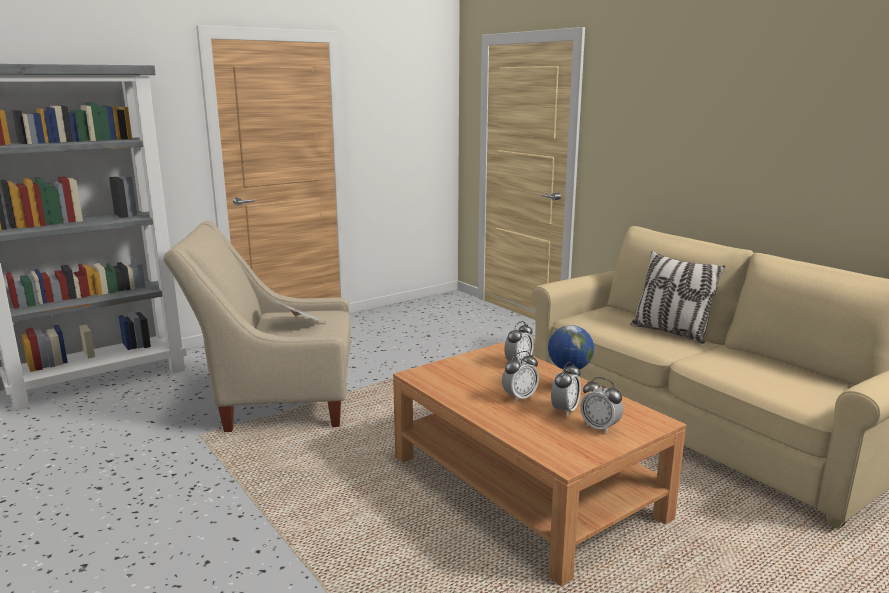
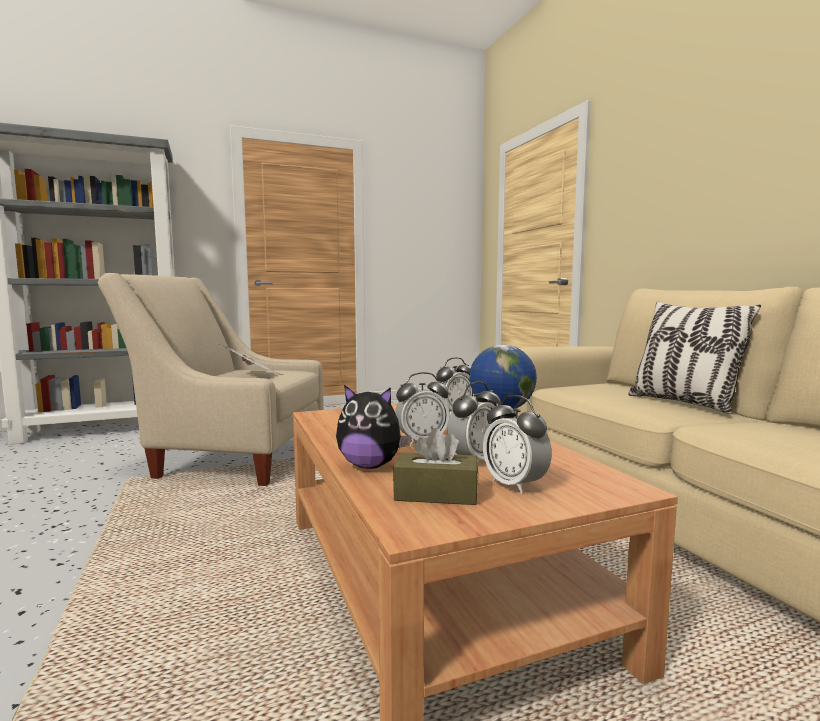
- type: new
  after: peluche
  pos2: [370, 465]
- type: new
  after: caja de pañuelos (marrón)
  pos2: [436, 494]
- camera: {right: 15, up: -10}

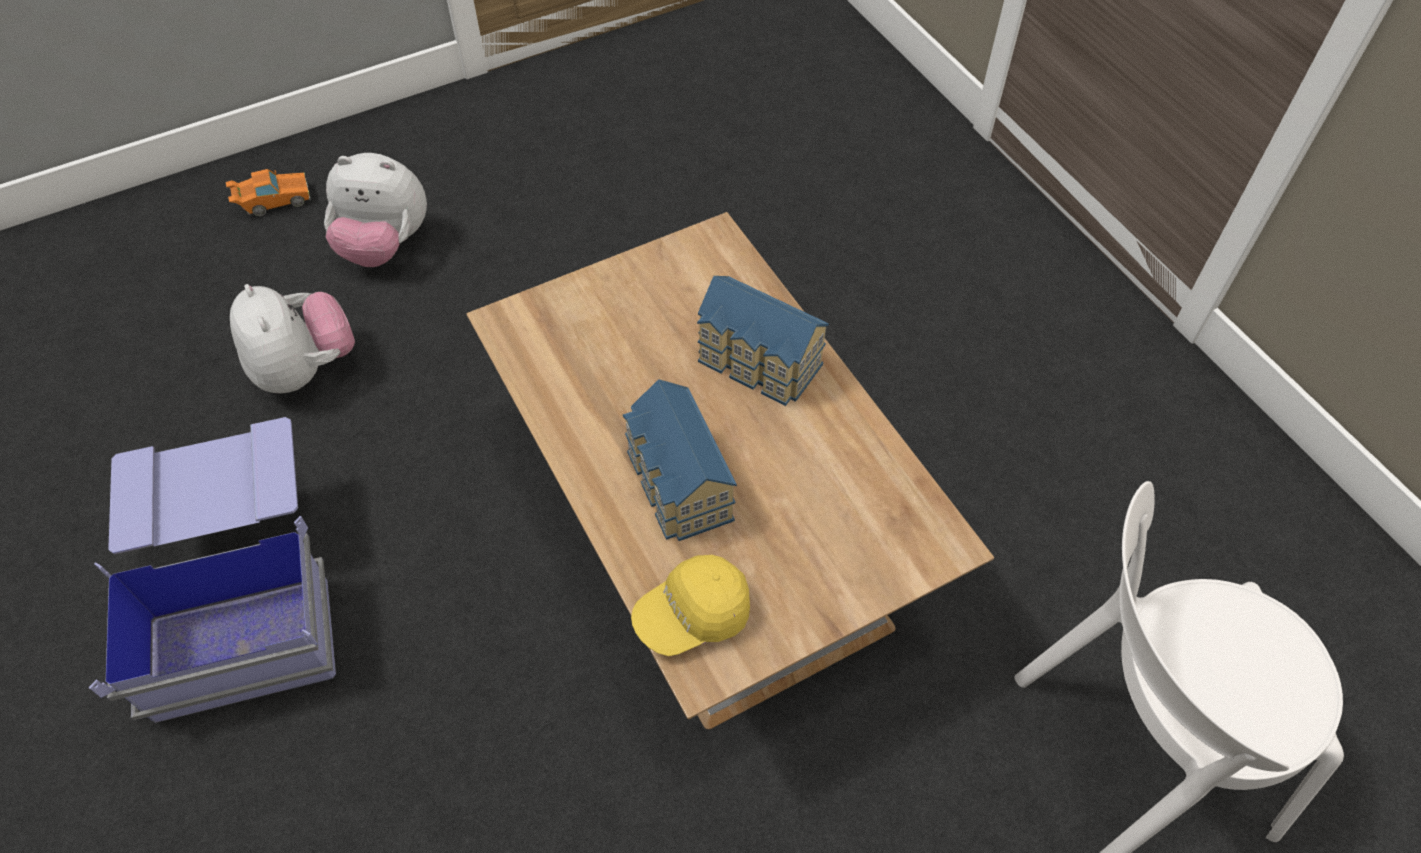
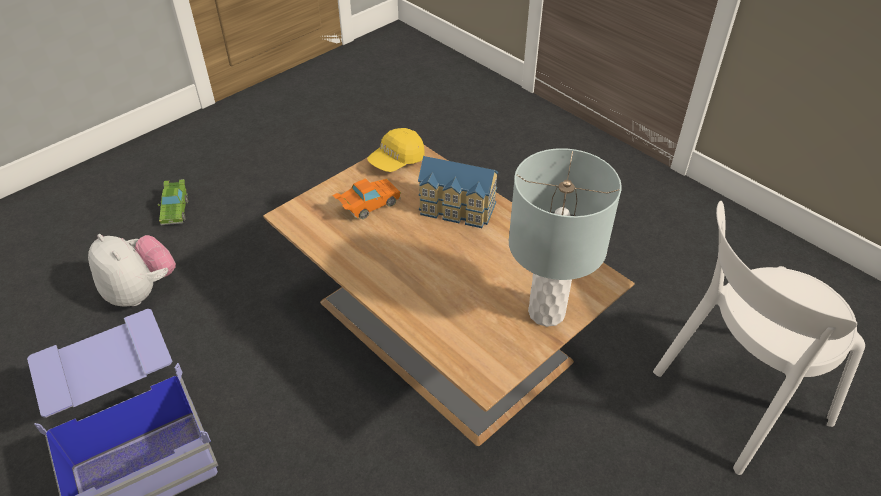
- type: shifted
  before: coche de juguete (naranja)
  pos1: [273, 201]
  pos2: [368, 206]
- type: swapped
  before: peluche
  after: coche de juguete (verde)
  pos1: [385, 245]
  pos2: [175, 209]
- type: gone
  before: casita
  pos1: [676, 485]
- type: shifted
  before: gorra (amarillo)
  pos1: [692, 615]
  pos2: [396, 161]
- type: new
  after: lámpara de mesa (gris)
  pos2: [546, 312]
- camera: {right: -15, up: -10}

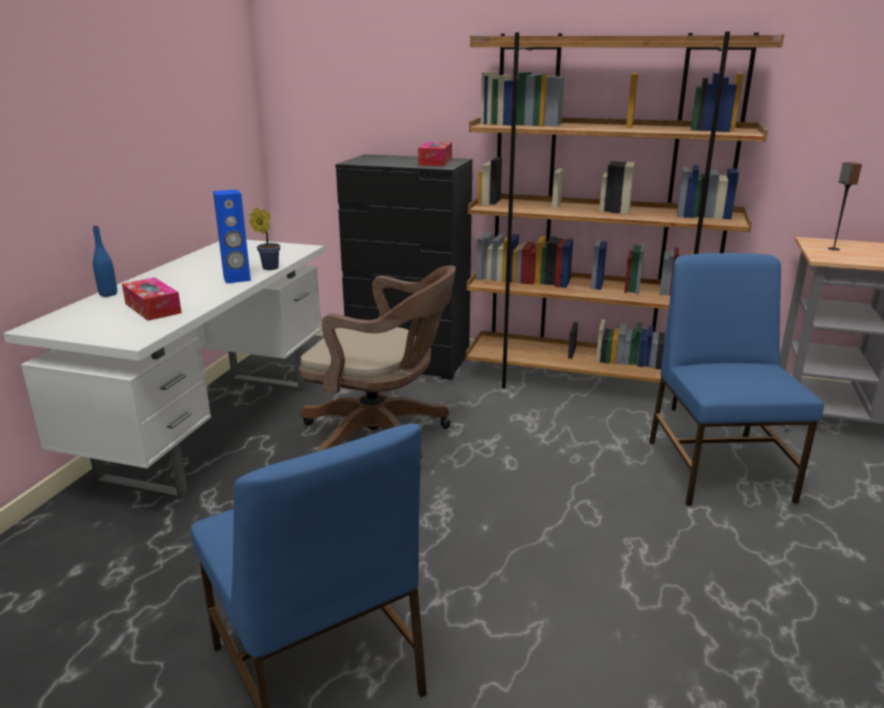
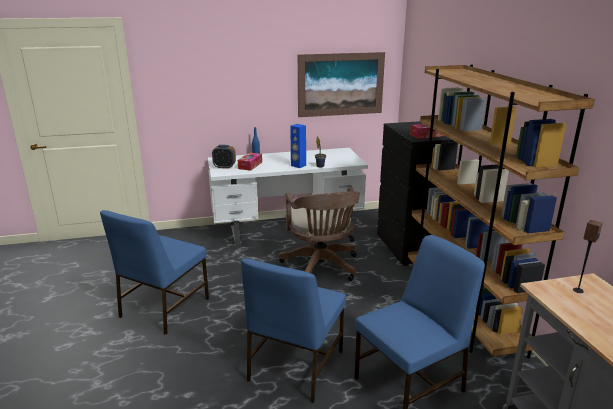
- type: new
  after: despertador
  pos2: [224, 167]
- type: new
  after: silla (azul)
  pos2: [294, 366]
- type: new
  after: cuadro
  pos2: [341, 84]
- camera: {right: 60, up: 0}

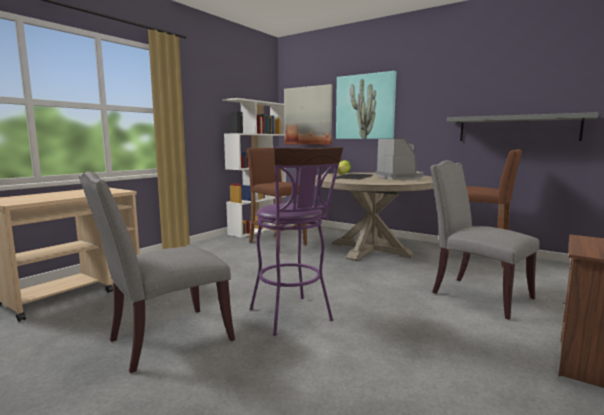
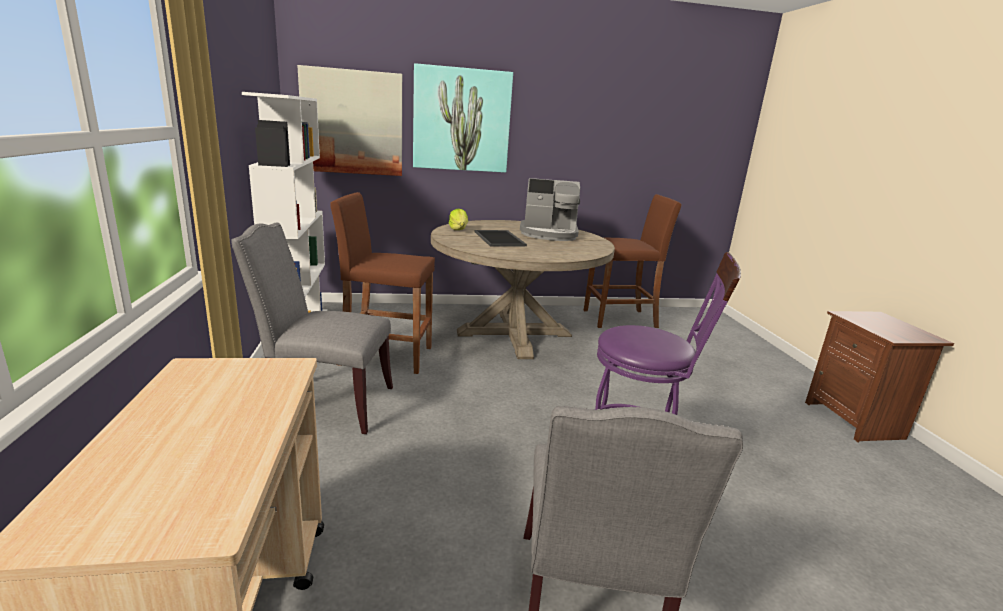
- type: rotated
  before: cafetera
  pos1: [400, 177]
  pos2: [549, 234]
  turn: 150
- type: shifted
  before: silla (gris)
  pos1: [476, 295]
  pos2: [325, 403]
- type: gone
  before: estante (gris)
  pos1: [517, 128]
- camera: {right: -45, up: 10}

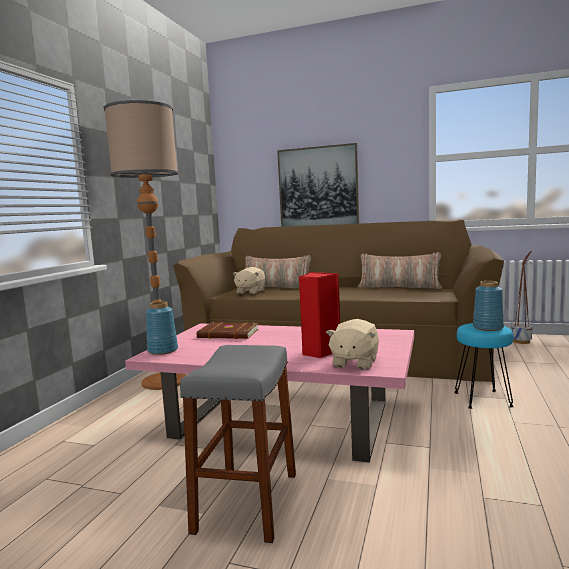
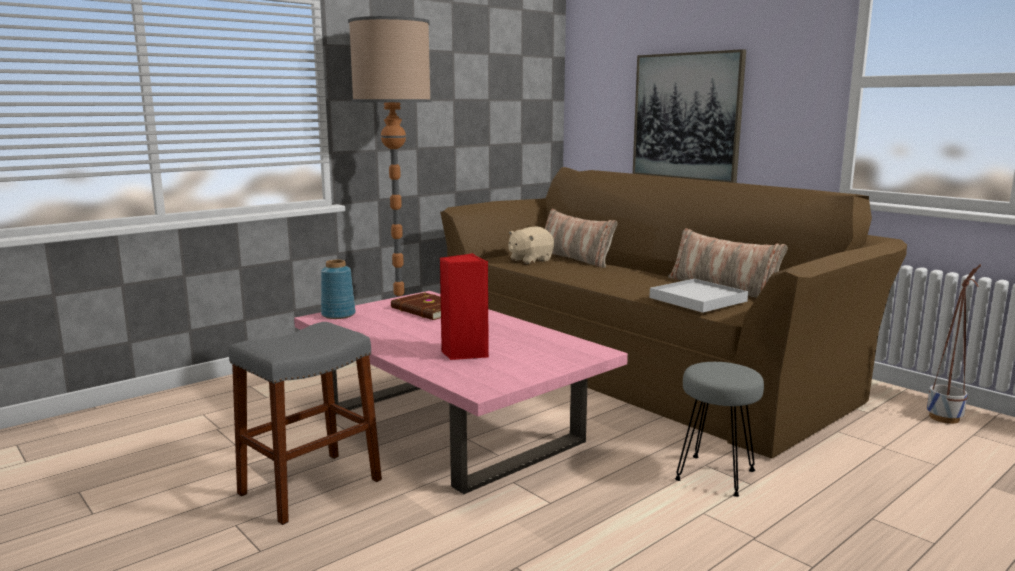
- type: gone
  before: peluche (beis)
  pos1: [354, 362]
- type: repainted
  before: taburete (turquesa)
  after: taburete (gris)
  pos1: [483, 399]
  pos2: [716, 476]
- type: gone
  before: florero (azul)
  pos1: [487, 327]
- type: new
  after: bandeja (blanco)
  pos2: [697, 299]
- camera: {right: 30, up: 5}

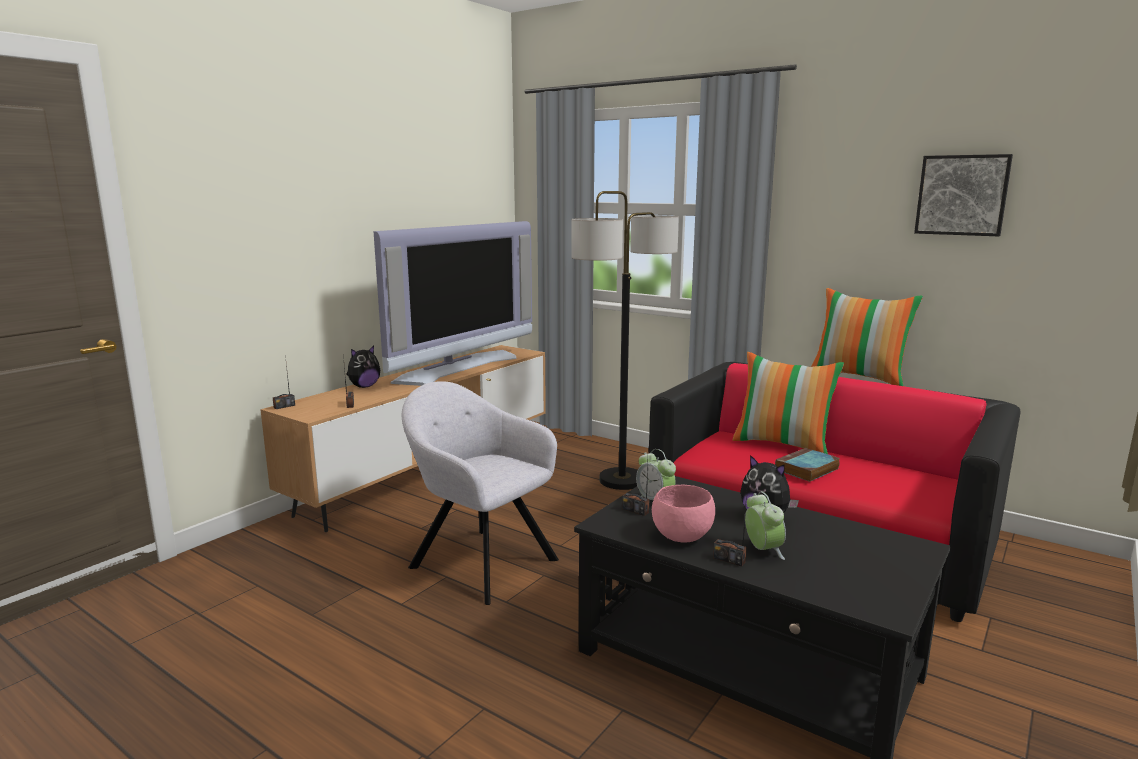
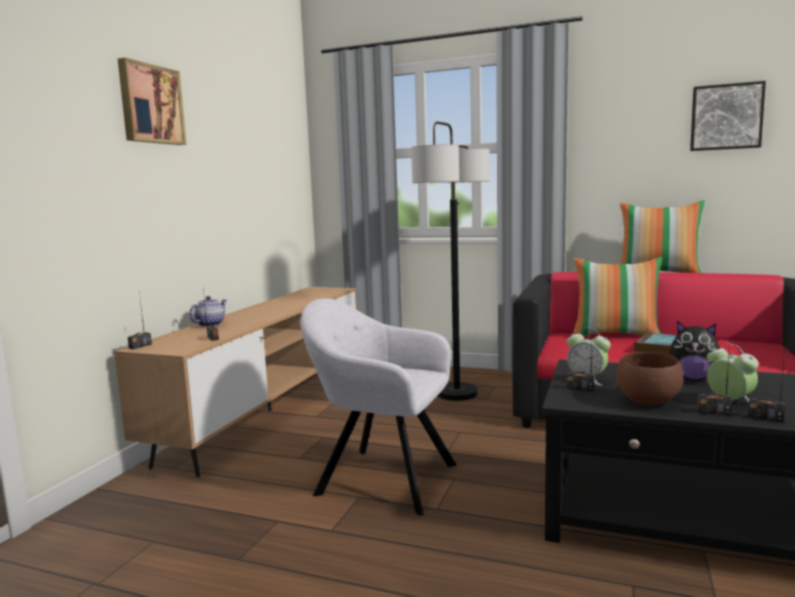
- type: swapped
  before: peluche
  after: tetera
  pos1: [364, 386]
  pos2: [210, 324]
- type: gone
  before: televisor
  pos1: [457, 367]
- type: repainted
  before: cuenco (rosa)
  after: cuenco (marrón)
  pos1: [682, 536]
  pos2: [648, 401]
- type: new
  after: cuadro
  pos2: [150, 104]
- type: new
  after: radio
  pos2: [765, 418]
- camera: {right: -15, up: -5}

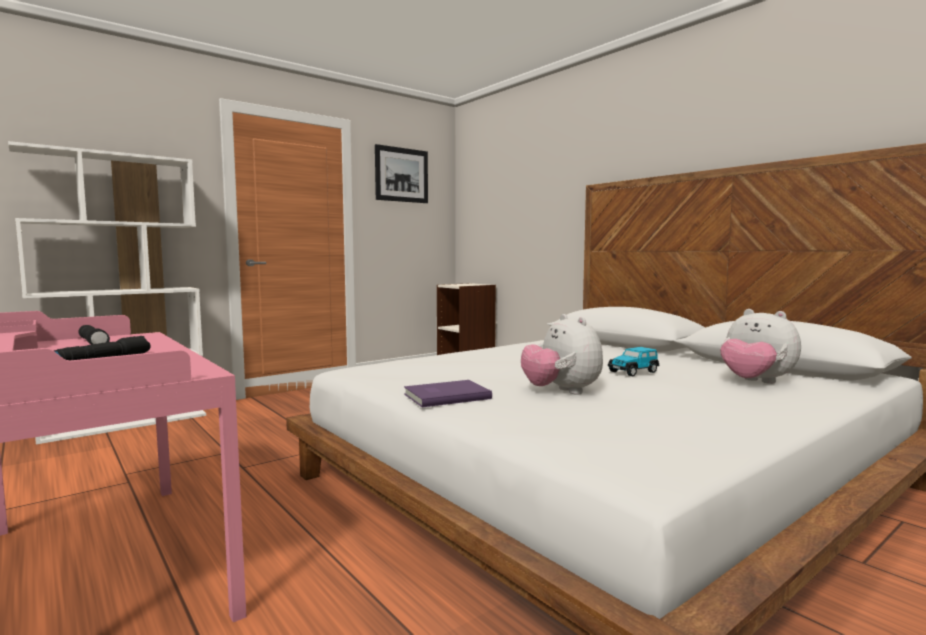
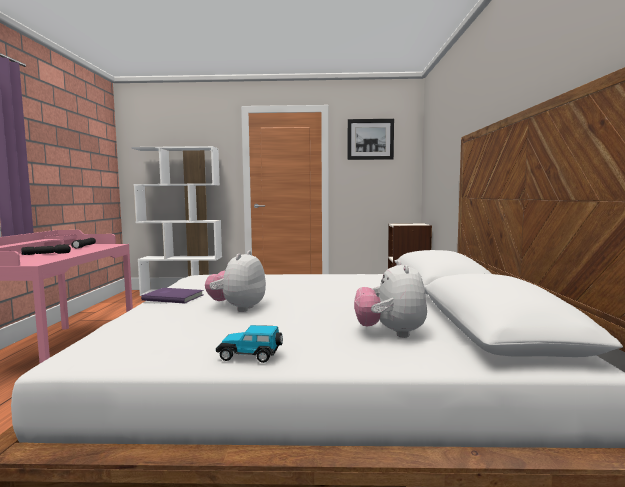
- type: shifted
  before: coche de juguete
  pos1: [634, 372]
  pos2: [250, 355]
- camera: {right: 40, up: 0}

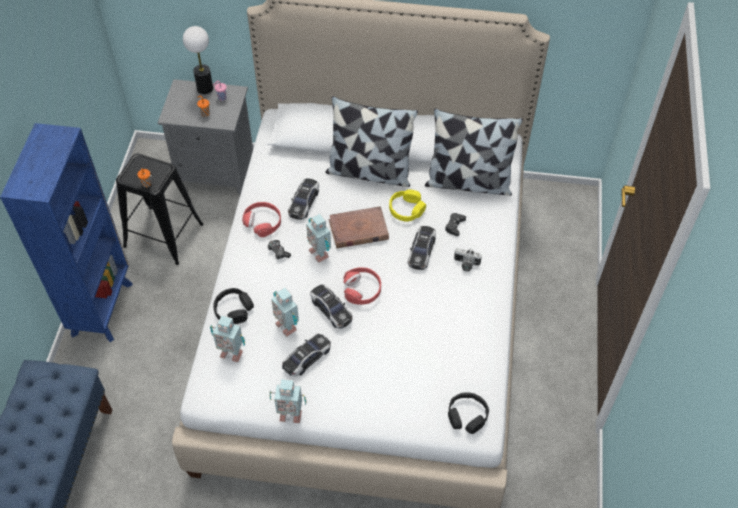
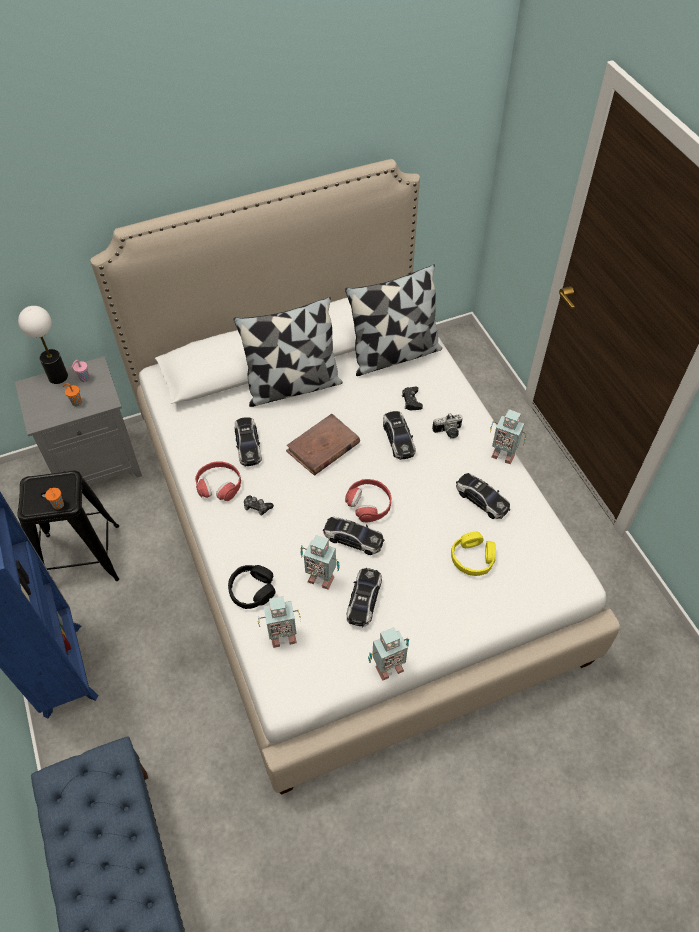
- type: shifted
  before: robot de juguete
  pos1: [319, 252]
  pos2: [502, 454]
- type: shifted
  before: auriculares (amarillo)
  pos1: [406, 209]
  pos2: [473, 558]
- type: gone
  before: auriculares (negro)
  pos1: [467, 416]
- type: new
  after: coche de juguete
  pos2: [481, 499]
- camera: {right: -30, up: 0}

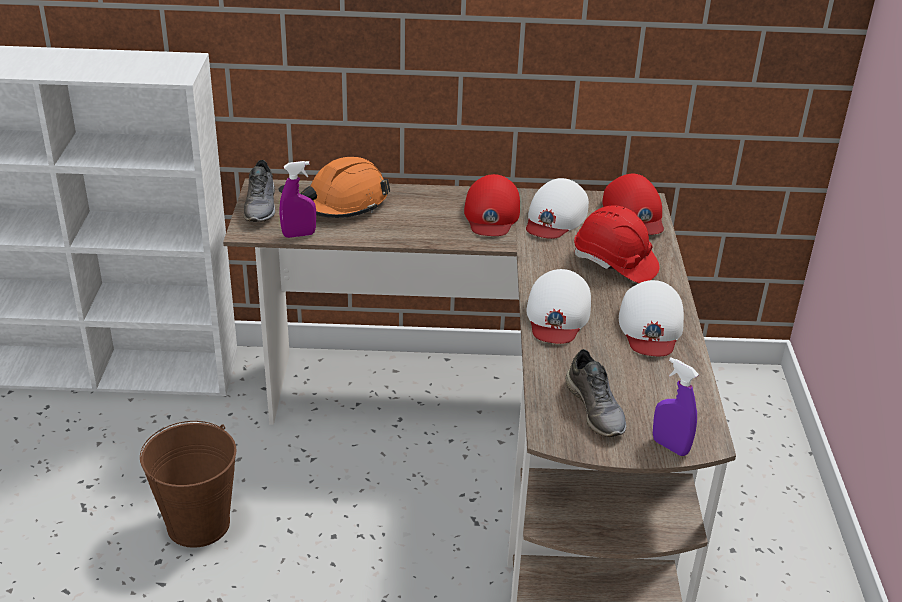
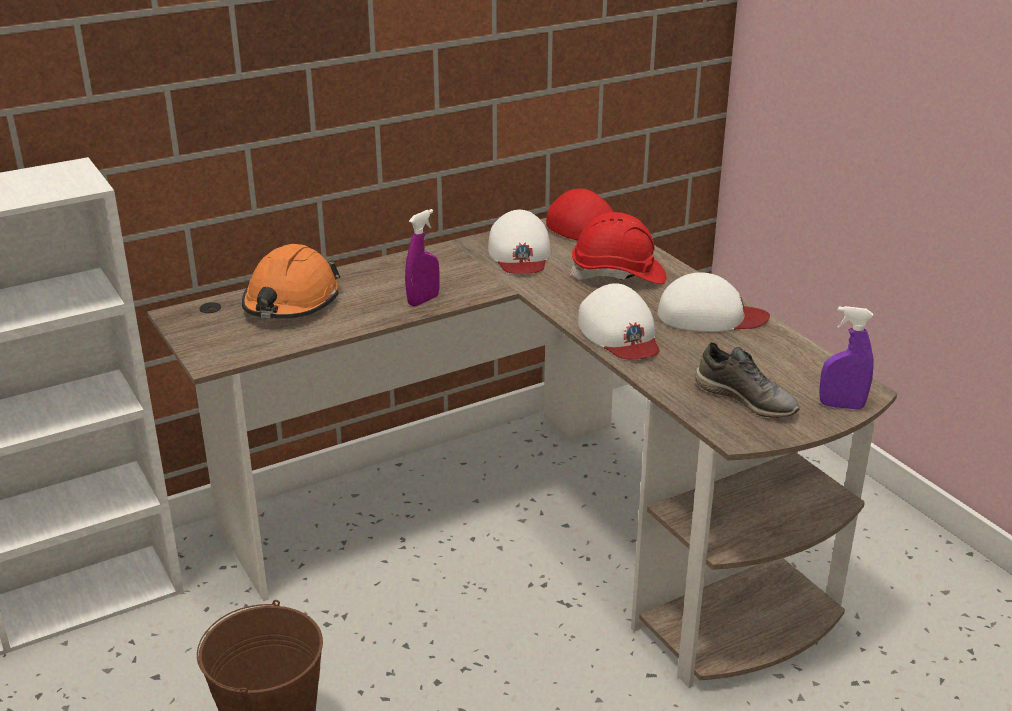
- type: gone
  before: zapato (gris)
  pos1: [261, 206]
- type: shifted
  before: pulverizador (morado)
  pos1: [299, 235]
  pos2: [423, 300]
- type: gone
  before: gorra (rojo)
  pos1: [491, 214]
- type: rotated
  before: gorra (blanco)
  pos1: [650, 326]
  pos2: [710, 316]
  turn: -60
- camera: {right: -30, up: -5}

